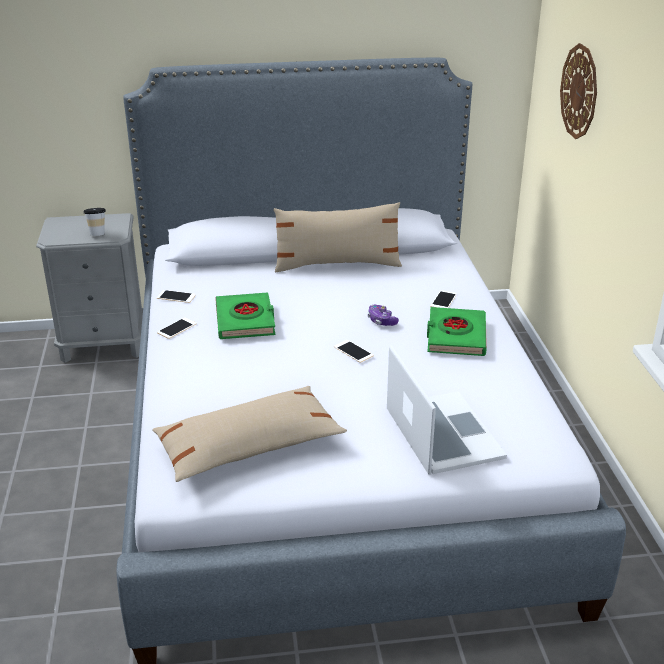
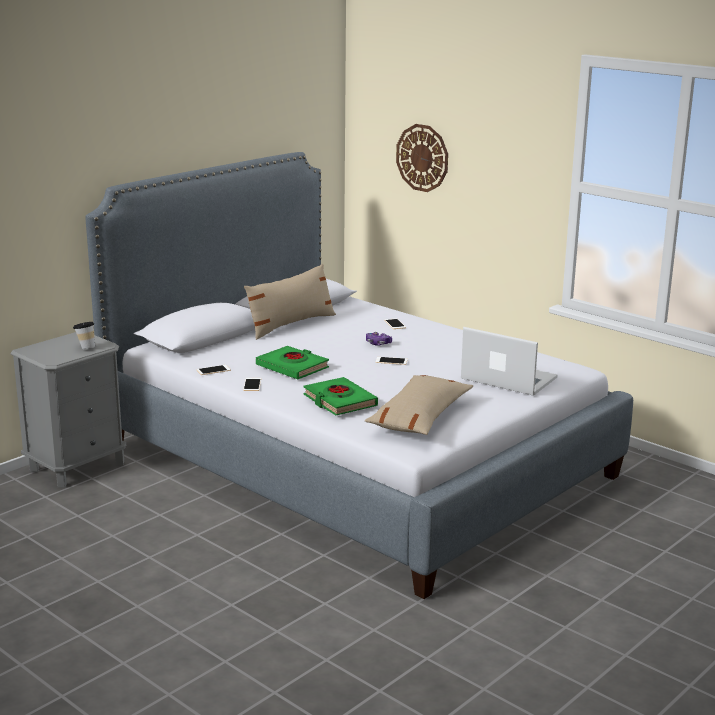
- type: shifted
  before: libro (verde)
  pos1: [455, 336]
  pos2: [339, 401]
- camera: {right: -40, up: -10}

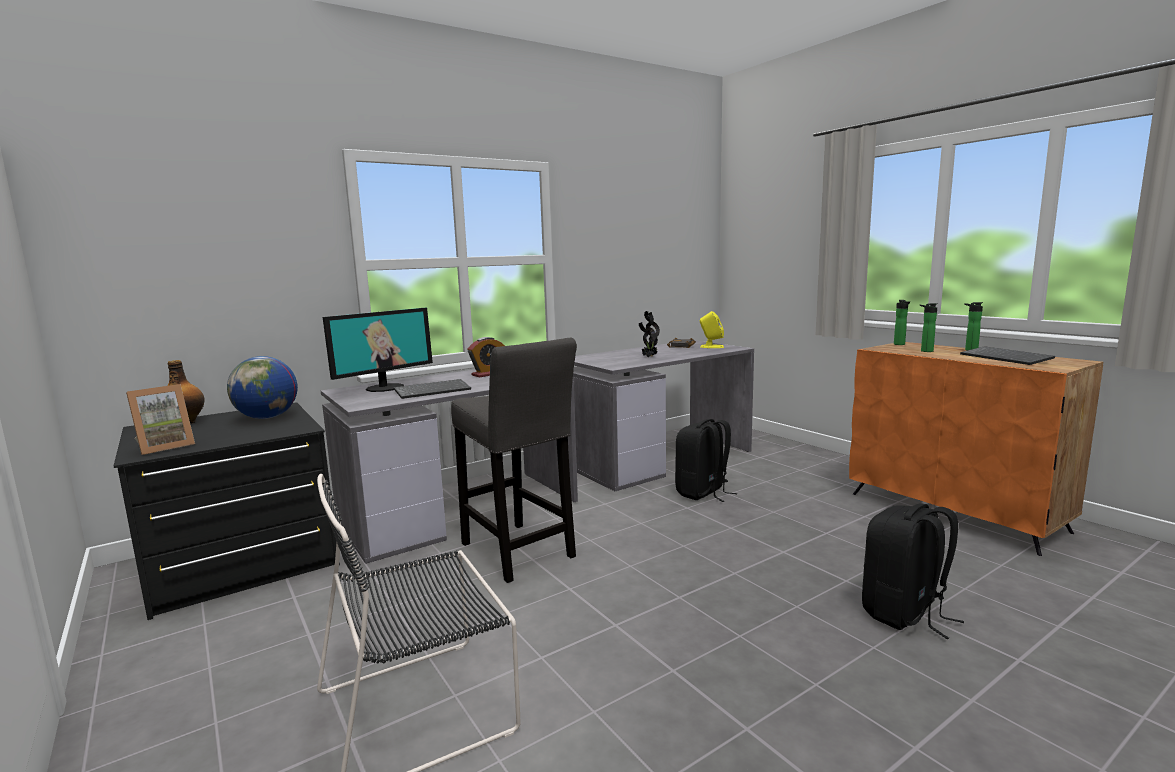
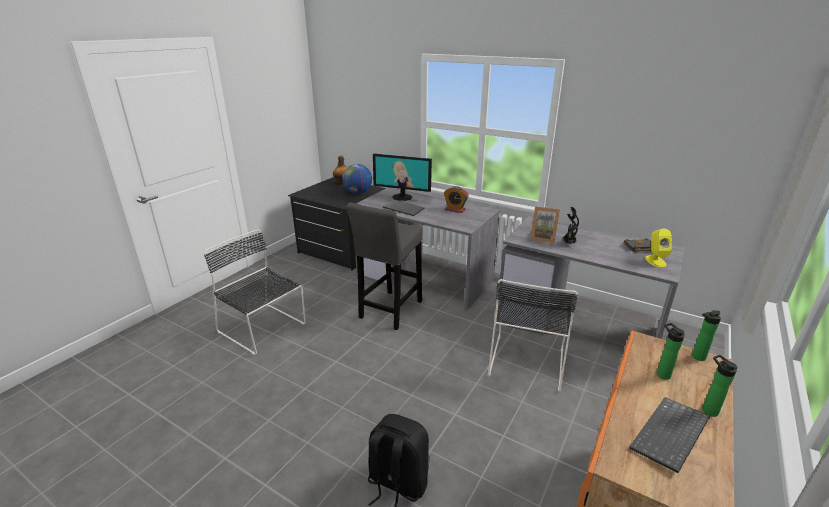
- type: shifted
  before: portarretratos
  pos1: [164, 447]
  pos2: [543, 238]
- type: swapped
  before: mochila (negro)
  after: silla (negro)
  pos1: [703, 493]
  pos2: [527, 359]
- camera: {right: 65, up: 15}

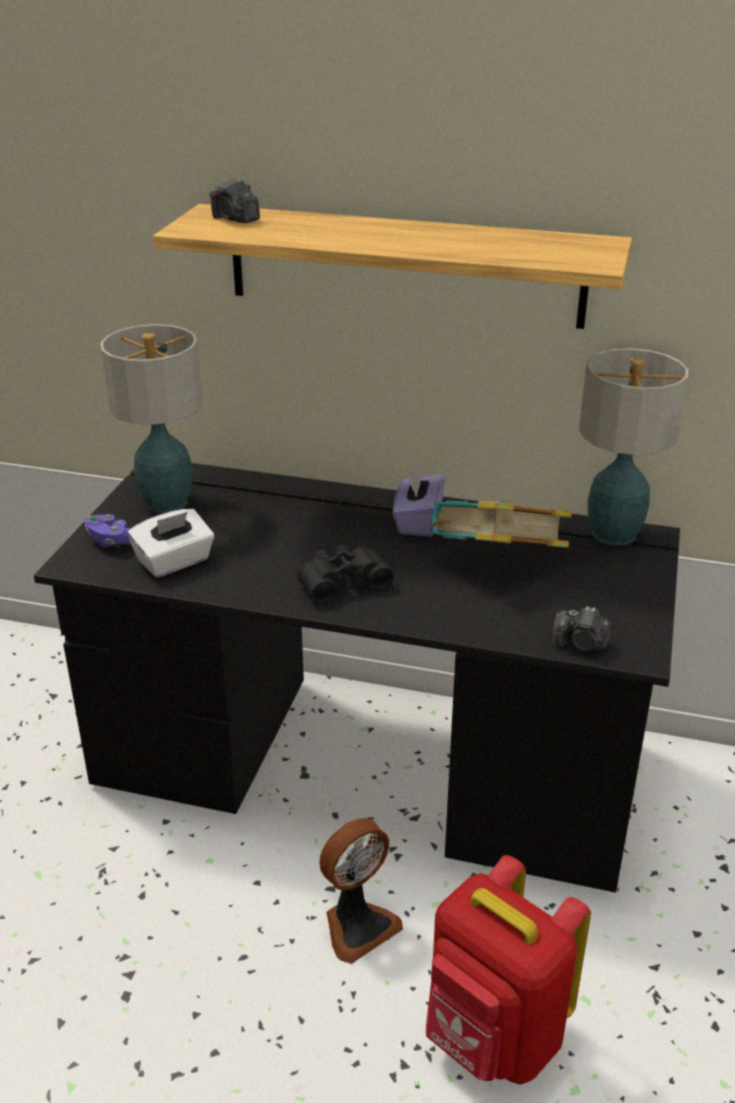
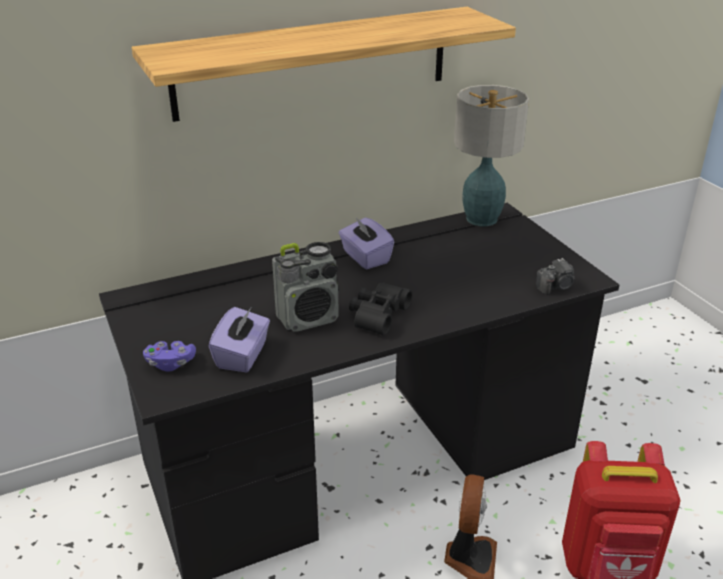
- type: gone
  before: lámpara de mesa
  pos1: [167, 502]
- type: repainted
  before: caja de pañuelos (blanco)
  after: caja de pañuelos (morado)
  pos1: [174, 562]
  pos2: [242, 355]
- type: gone
  before: cámara
  pos1: [235, 219]
- type: gone
  before: libro
  pos1: [496, 564]
- type: new
  after: radio
  pos2: [309, 318]
- camera: {right: -40, up: 0}

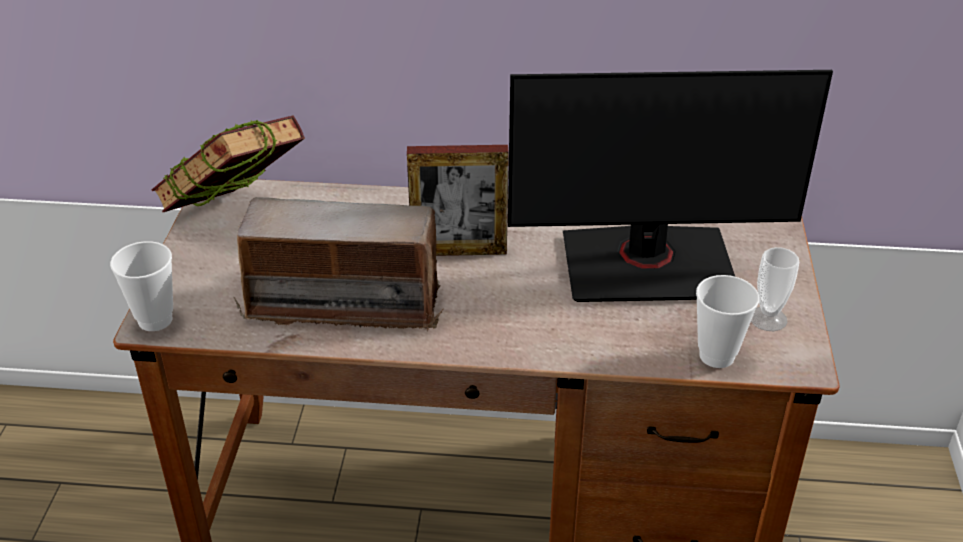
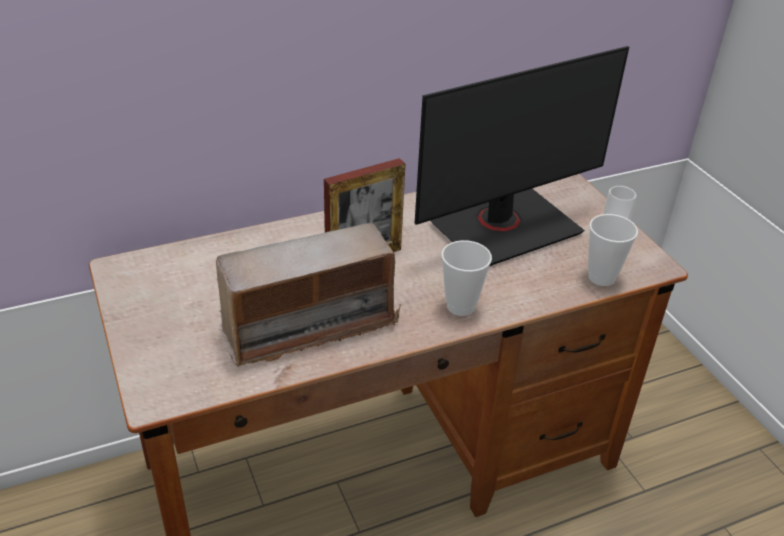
- type: shifted
  before: taza
  pos1: [155, 320]
  pos2: [460, 306]
- type: gone
  before: libro
  pos1: [236, 217]
- camera: {right: -30, up: 0}

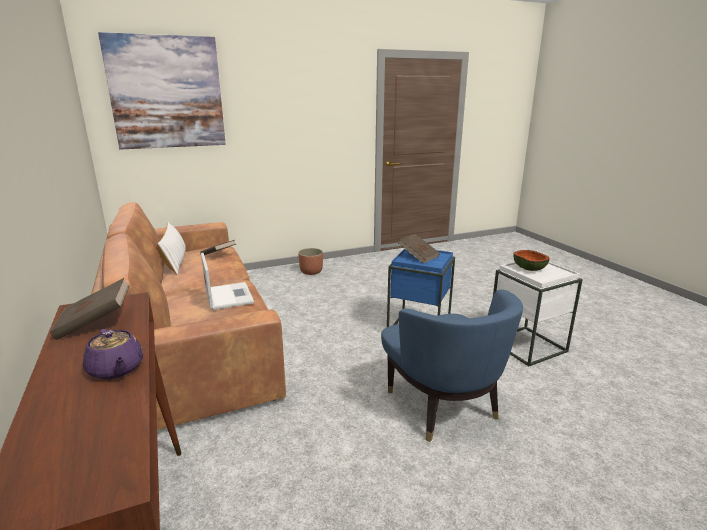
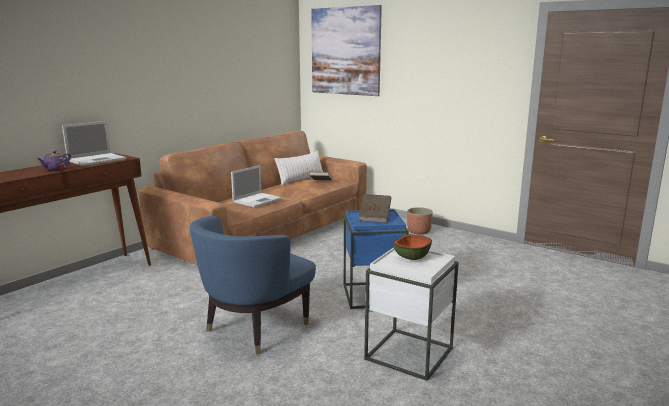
- type: swapped
  before: libro (marrón)
  after: portátil
  pos1: [95, 324]
  pos2: [97, 159]
- camera: {right: 60, up: -5}

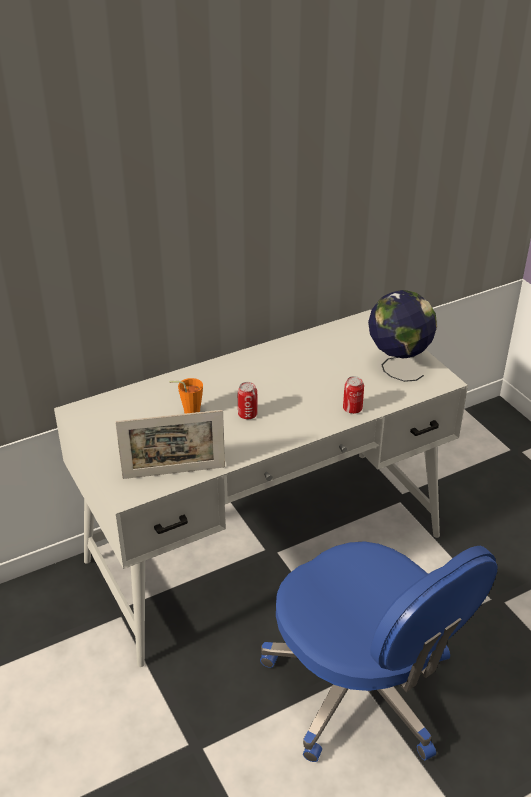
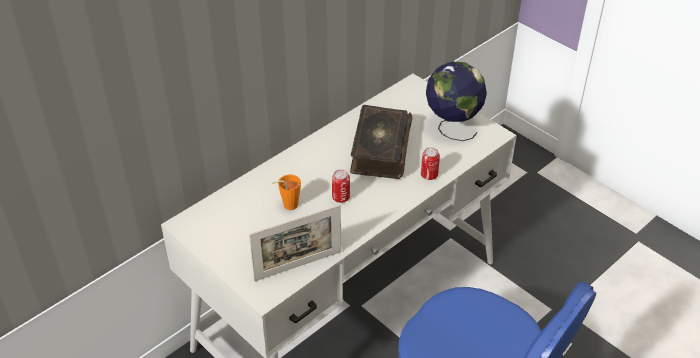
- type: new
  after: libro
  pos2: [379, 150]
- camera: {right: -15, up: 5}

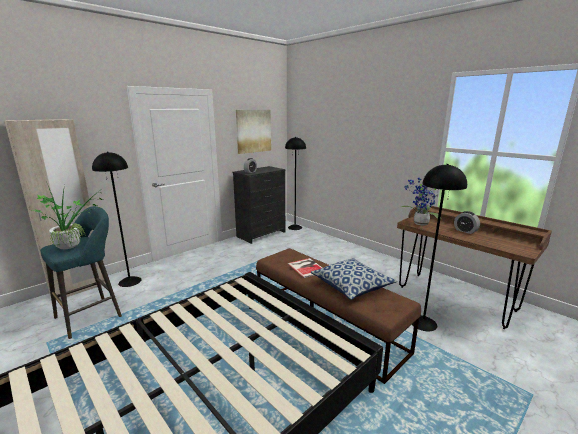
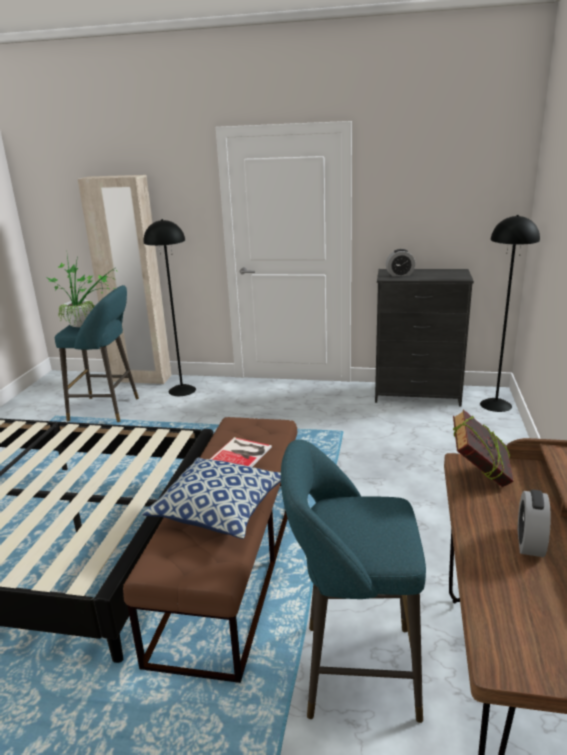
- type: gone
  before: cuadro
  pos1: [253, 131]
- type: swapped
  before: planta en maceta
  after: libro
  pos1: [419, 224]
  pos2: [479, 476]
- type: swapped
  before: lámpara de pie (negro)
  after: taburete (turquesa)
  pos1: [422, 323]
  pos2: [352, 670]
- camera: {right: 55, up: 5}

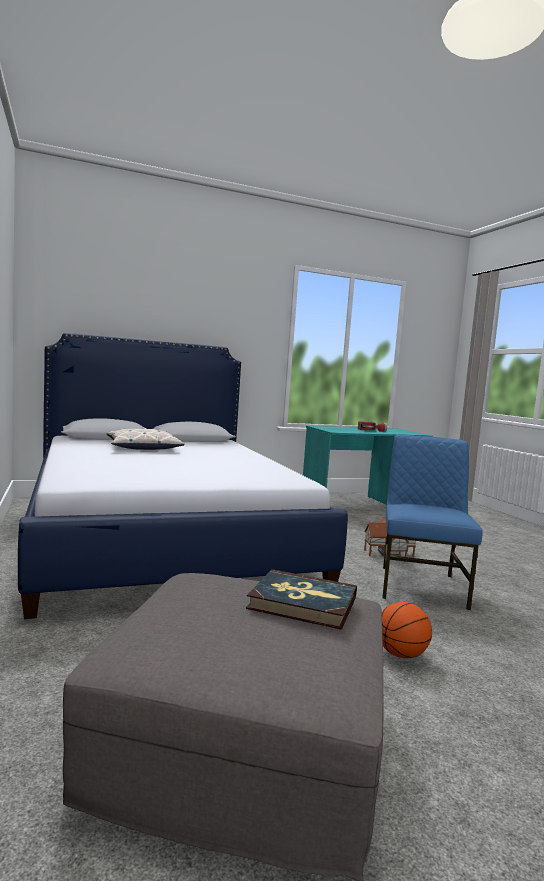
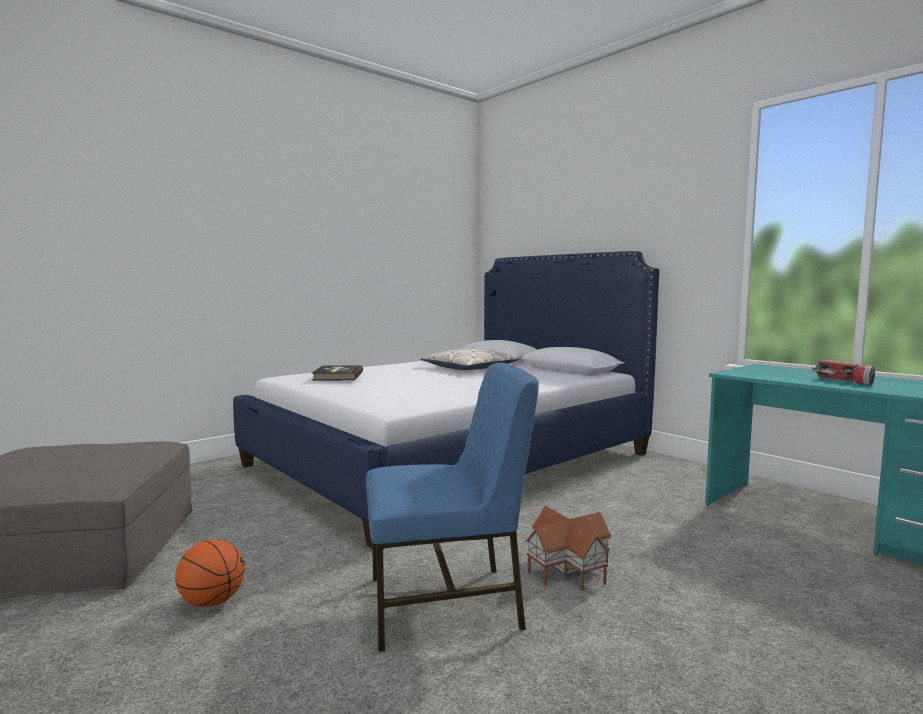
- type: shifted
  before: libro
  pos1: [303, 603]
  pos2: [337, 376]
- camera: {right: 70, up: 0}

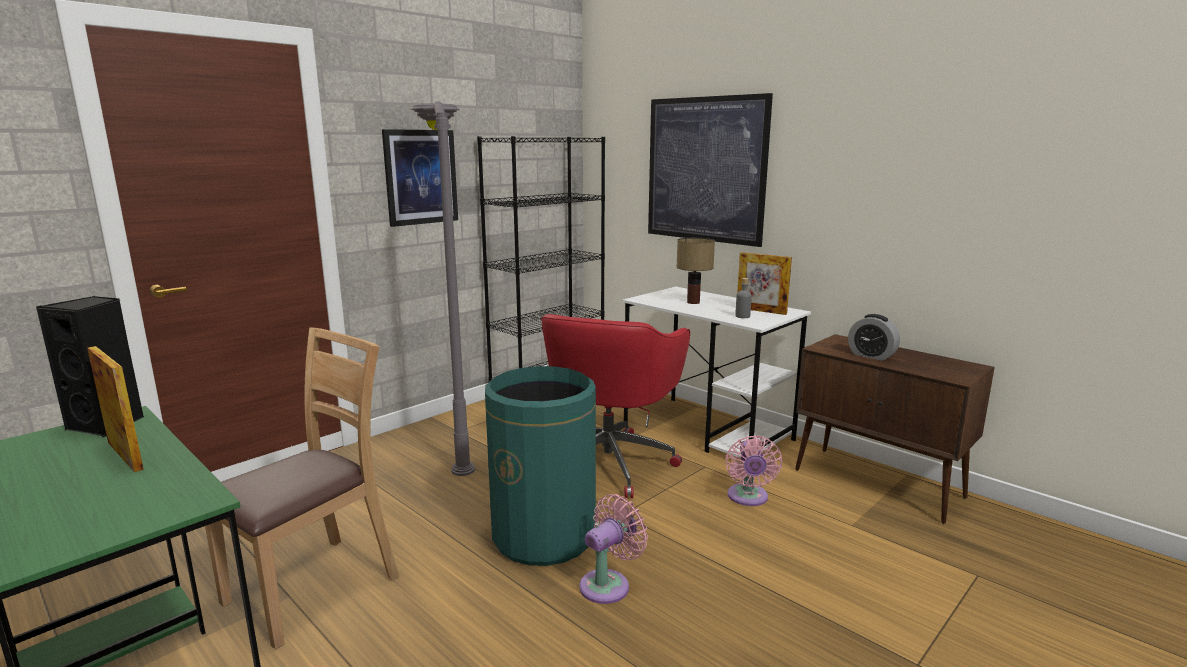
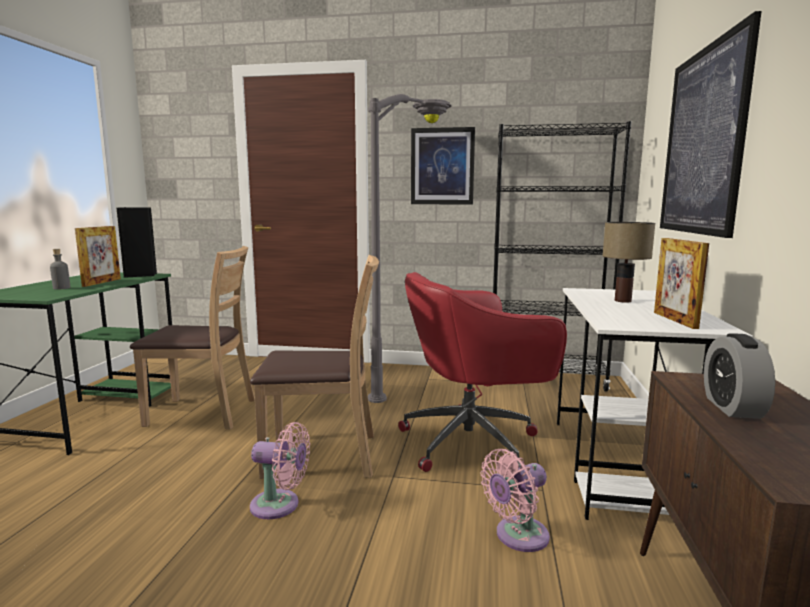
- type: swapped
  before: papelera (verde)
  after: silla (marrón)
  pos1: [544, 536]
  pos2: [323, 456]
- type: shifted
  before: botella (gris)
  pos1: [742, 316]
  pos2: [61, 288]
- camera: {right: 55, up: -5}

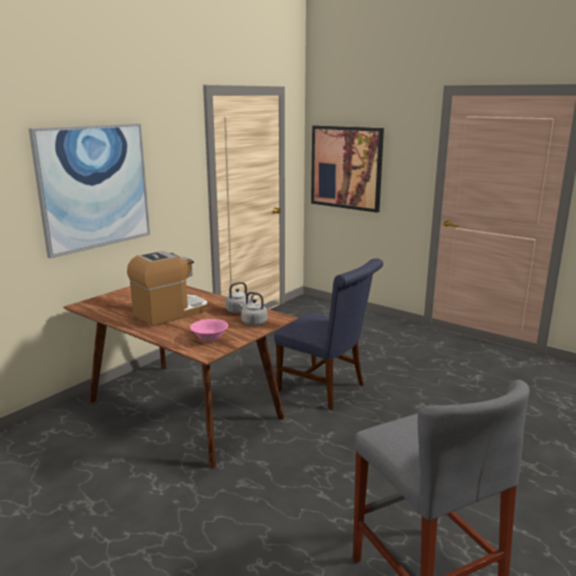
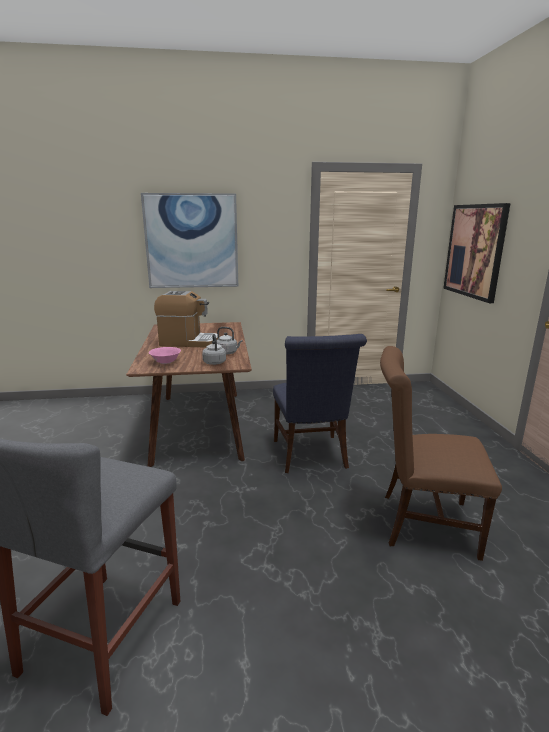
- type: new
  after: silla (marrón)
  pos2: [421, 523]
- camera: {right: 45, up: 0}

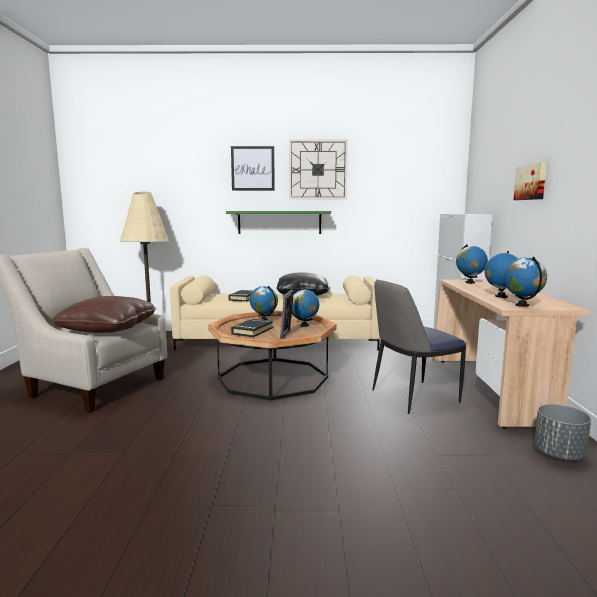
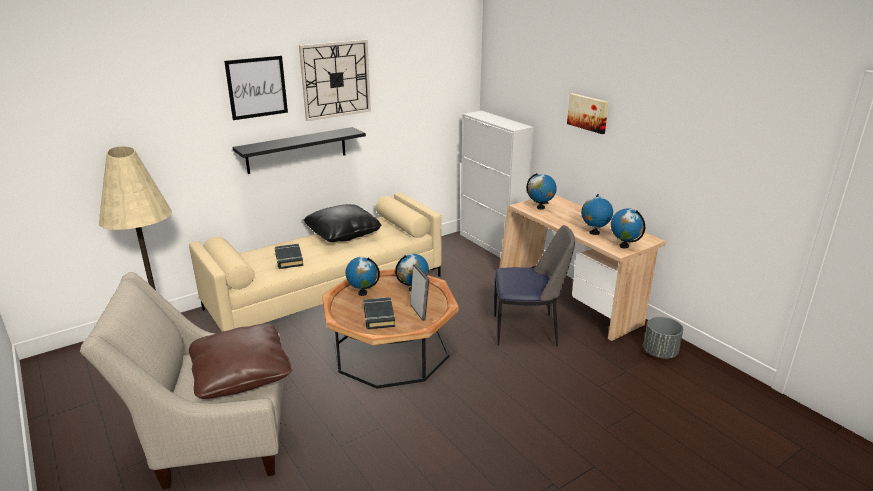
- type: repainted
  before: estante (verde)
  after: estante (negro)
  pos1: [279, 222]
  pos2: [297, 150]
- type: rotated
  before: silla
  pos1: [412, 397]
  pos2: [527, 330]
  turn: -120
- camera: {right: -35, up: 15}

